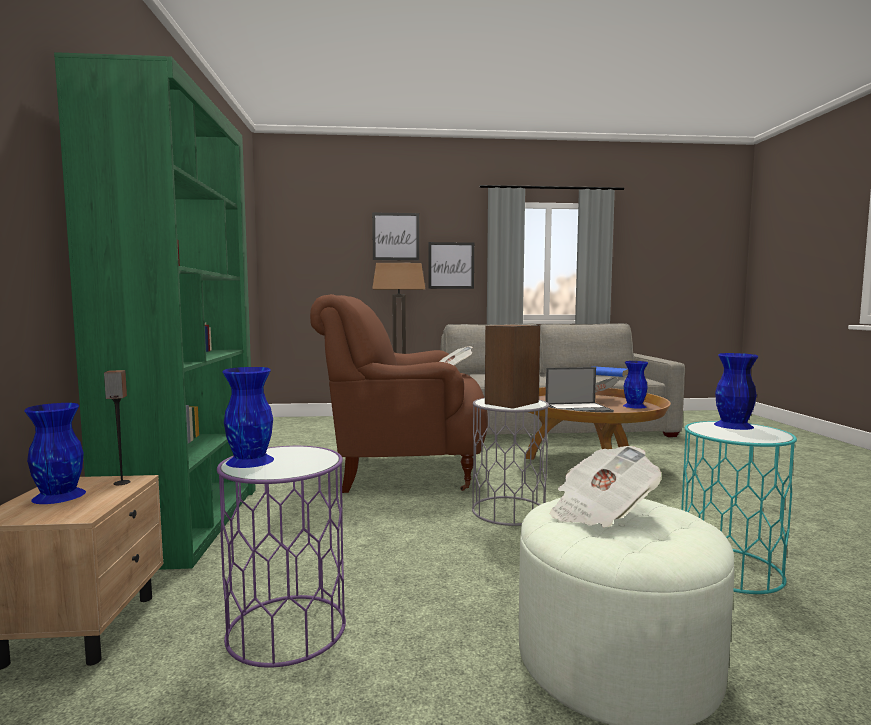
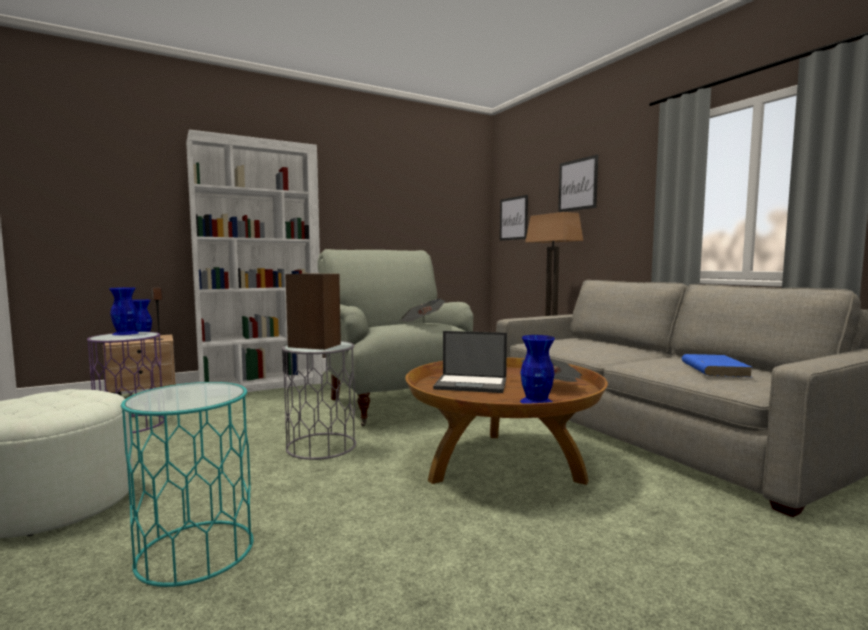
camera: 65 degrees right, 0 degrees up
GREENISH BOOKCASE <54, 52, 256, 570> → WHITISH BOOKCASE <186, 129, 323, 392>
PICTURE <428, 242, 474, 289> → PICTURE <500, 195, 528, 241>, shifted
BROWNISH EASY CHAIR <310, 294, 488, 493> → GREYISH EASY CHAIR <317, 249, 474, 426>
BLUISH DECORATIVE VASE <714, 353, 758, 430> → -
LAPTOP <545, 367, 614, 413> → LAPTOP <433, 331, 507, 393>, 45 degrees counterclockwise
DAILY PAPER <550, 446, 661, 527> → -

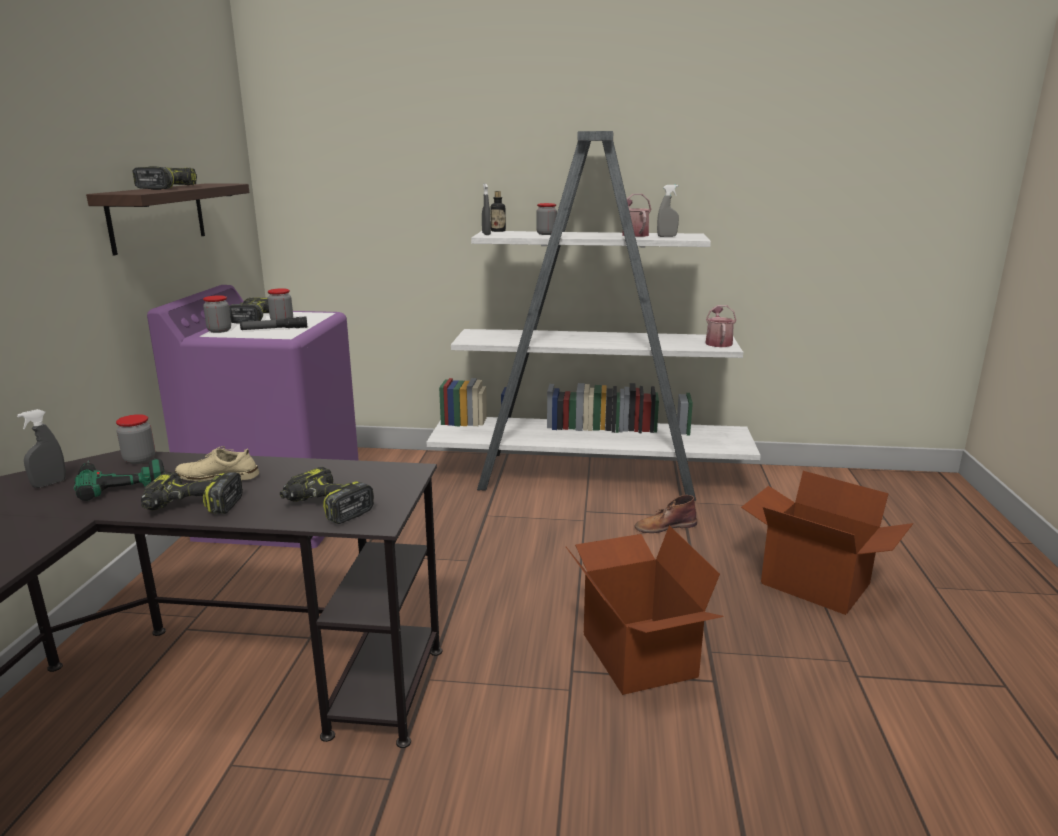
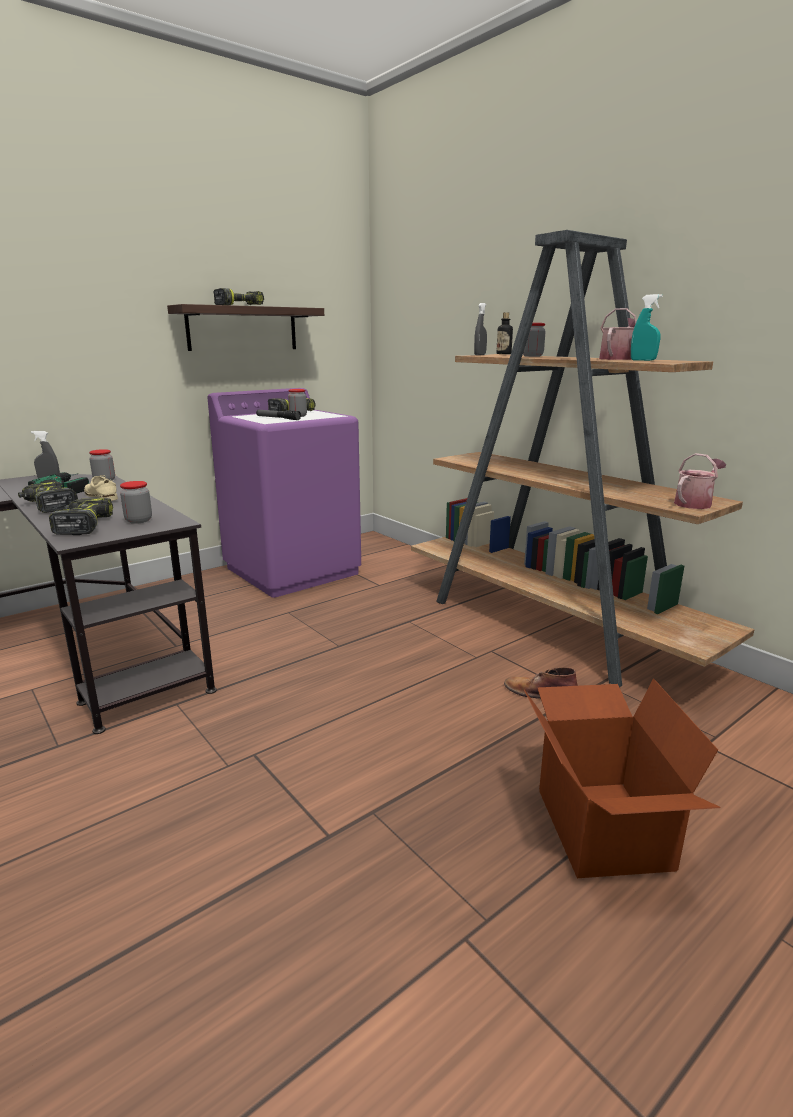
camera: 45 degrees right, 0 degrees up
WHITISH BOOKCASE <427, 131, 761, 501> → BROWNISH BOOKCASE <411, 230, 754, 687>
GREYISH SPRAYER <657, 185, 679, 237> → TURQUOISE-COLOURED SPRAYER <631, 294, 663, 361>
JAR <203, 295, 231, 333> → JAR <120, 481, 152, 524>, shifted
CARDBOARD BOX <566, 525, 724, 695> → -

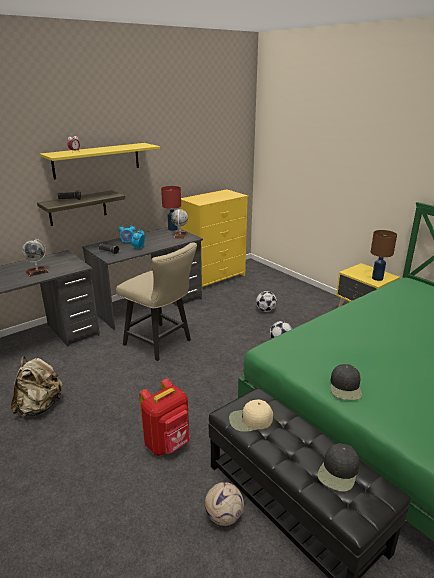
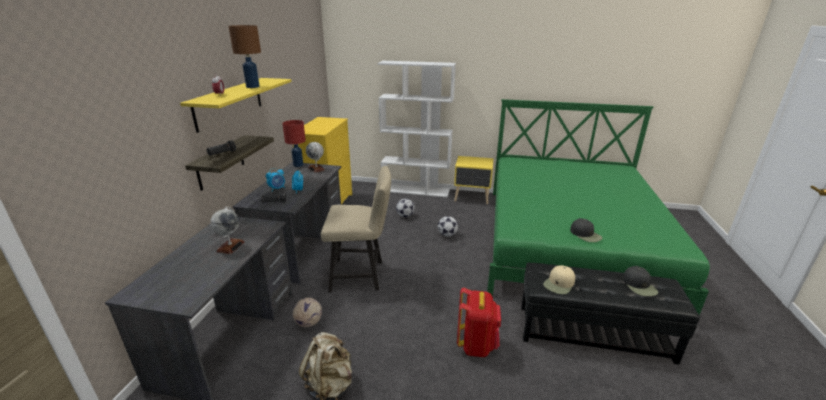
camera: 40 degrees left, 0 degrees up
BROWNISH LAMP FOR A TABLE <371, 230, 397, 281> → BROWNISH LAMP FOR A TABLE <228, 25, 261, 88>, shifted
FOOTBALL <205, 482, 244, 526> → FOOTBALL <293, 298, 322, 327>, shifted
- → WHITISH BOOKCASE <378, 61, 456, 197>

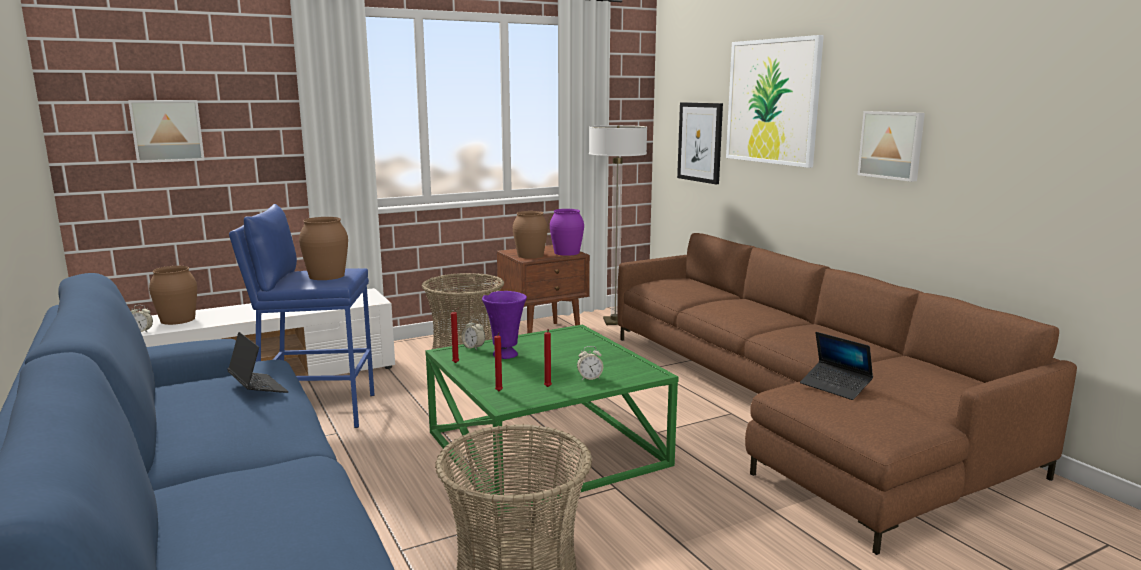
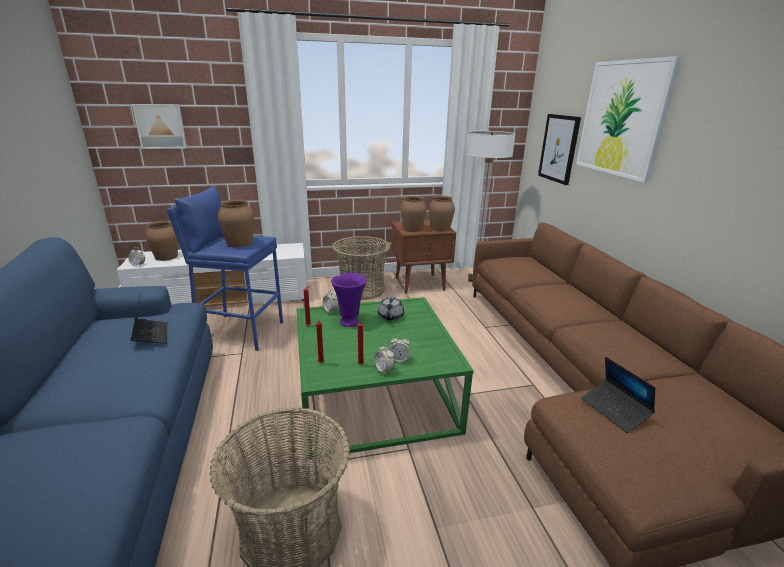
camera: 15 degrees right, 10 degrees up
PICTURE <857, 111, 925, 182> → -
PURPLE DECORATIVE VASE <550, 209, 584, 256> → BROWNISH DECORATIVE VASE <429, 196, 455, 232>
- → GREYISH TEAPOT <378, 296, 404, 321>
- → ALARM CLOCK <374, 344, 395, 374>

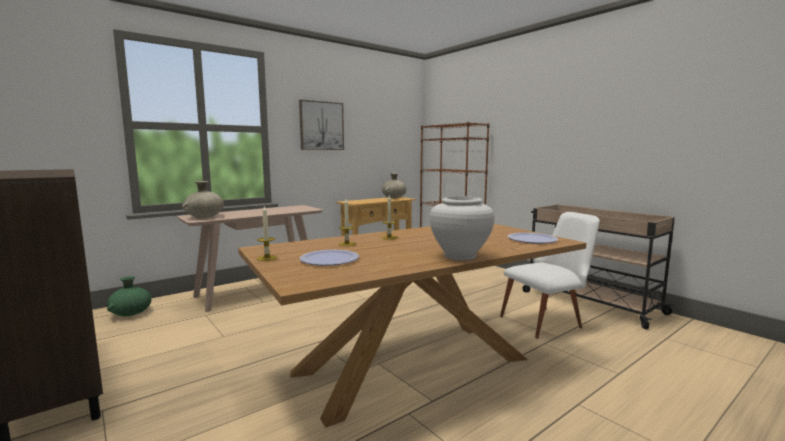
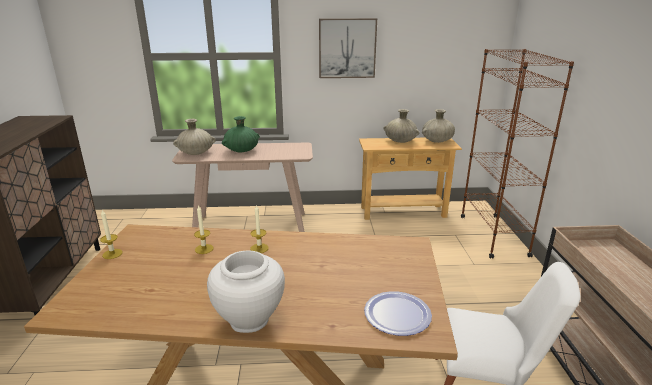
camera: 35 degrees right, 15 degrees up
FLAT DISH <299, 250, 359, 265> → -
GREENISH DECORATIVE VASE <107, 276, 152, 316> → GREENISH DECORATIVE VASE <222, 116, 260, 153>, shifted
- → BEIGE DECORATIVE VASE <383, 109, 420, 143>

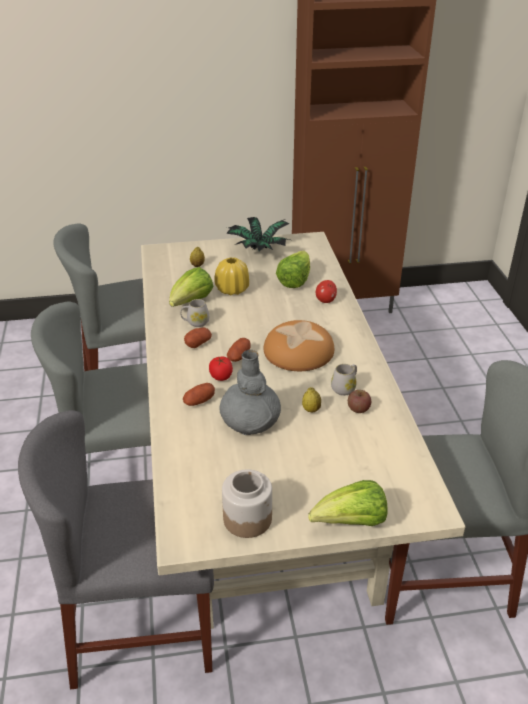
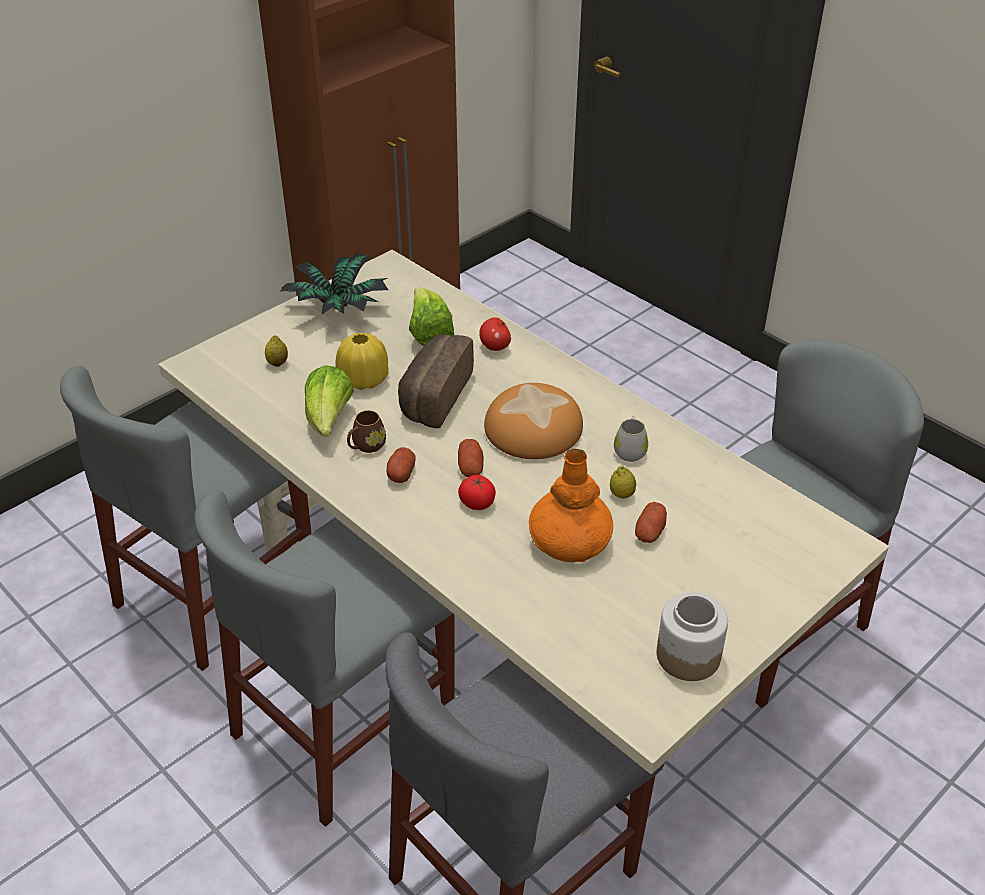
camera: 35 degrees left, 5 degrees up
WHITISH MUG <180, 299, 209, 327> → BROWNISH MUG <347, 410, 386, 453>
GREYISH DECORATIVE VASE <219, 350, 281, 435> → ORANGE-COLOURED DECORATIVE VASE <529, 449, 613, 562>
WHOLE POTATO <183, 383, 215, 406> → WHOLE POTATO <635, 502, 667, 543>, shifted
WHOLE APPLE <348, 390, 371, 413> → -
LETTUCE HEAD <308, 480, 387, 526> → -
- → BREAD <398, 334, 474, 428>

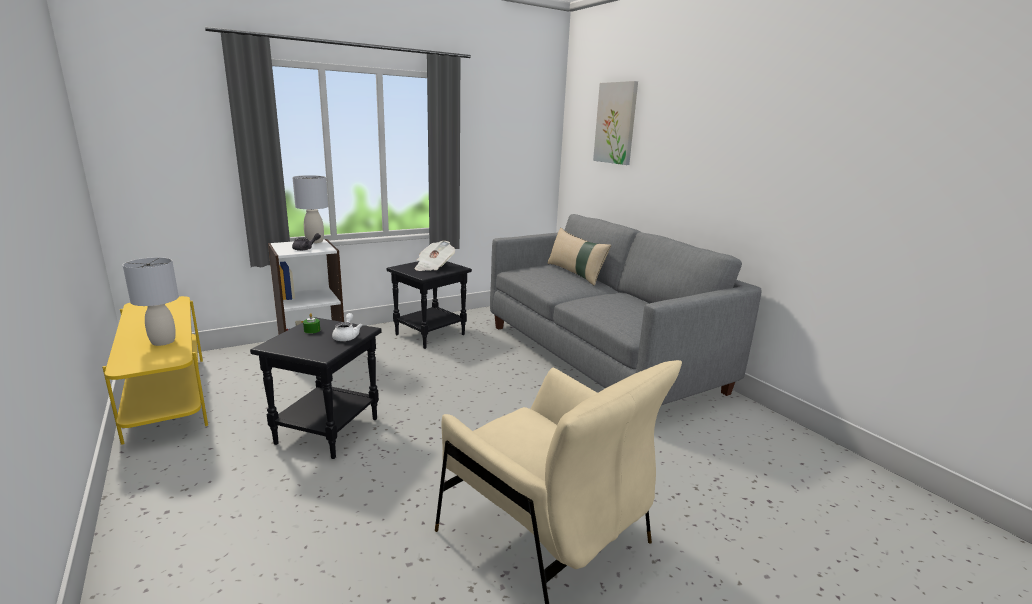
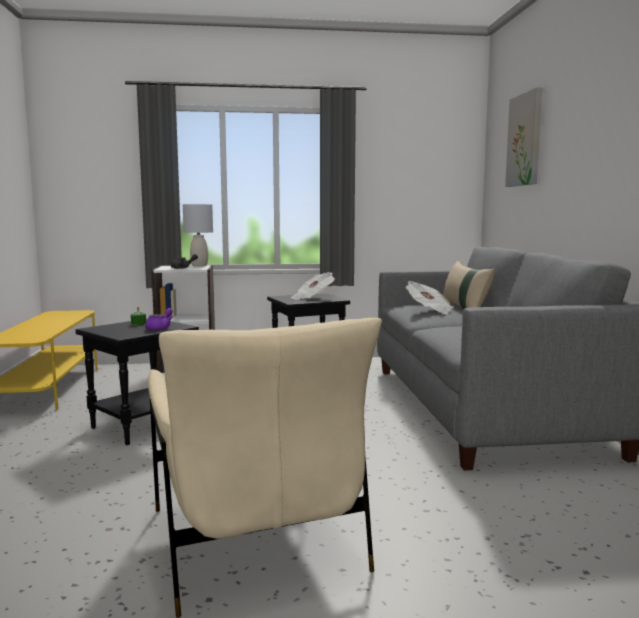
camera: 25 degrees right, 10 degrees down
GREYISH LAMP FOR A TABLE <123, 257, 179, 346> → -
WHITISH TEAPOT <332, 313, 362, 341> → PURPLE TEAPOT <145, 308, 173, 331>
- → DAILY PAPER <406, 281, 454, 314>

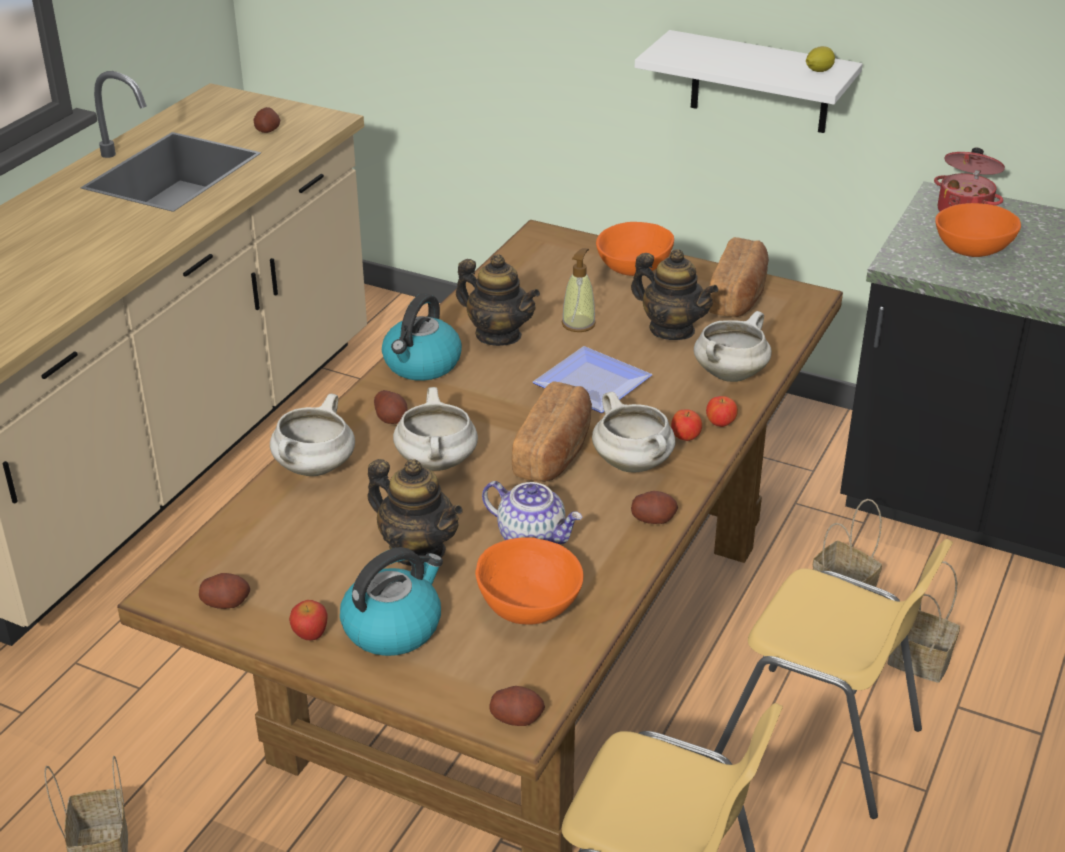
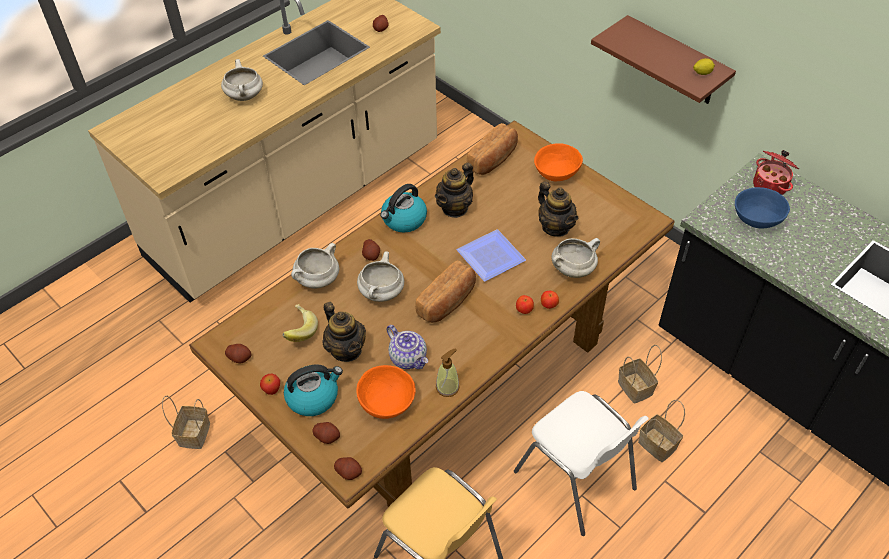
camera: 20 degrees right, 15 degrees up
WHITISH BRACKET SHELF <635, 30, 863, 133> → BROWNISH BRACKET SHELF <591, 15, 736, 104>
ORANGE-COLOURED BOWL <935, 203, 1021, 257> → BLUISH BOWL <735, 187, 790, 229>
BREAD <709, 237, 769, 317> → BREAD <467, 123, 518, 175>, shifted
LIQUID SOAP BOTTLE <562, 248, 596, 332> → LIQUID SOAP BOTTLE <436, 349, 460, 397>, shifted
TEAPOT <456, 254, 540, 346> → TEAPOT <435, 162, 474, 218>, 75 degrees clockwise
WHITISH STOCKPOT <592, 392, 675, 472> → WHITISH STOCKPOT <221, 59, 263, 101>, shifted
WHOLE POTATO <631, 491, 678, 524> → WHOLE POTATO <312, 422, 340, 444>, shifted
YELLOW PLAIN CHAIR <715, 539, 953, 819> → WHITISH PLAIN CHAIR <514, 391, 649, 536>
- → BANANA FRUIT <282, 304, 318, 342>

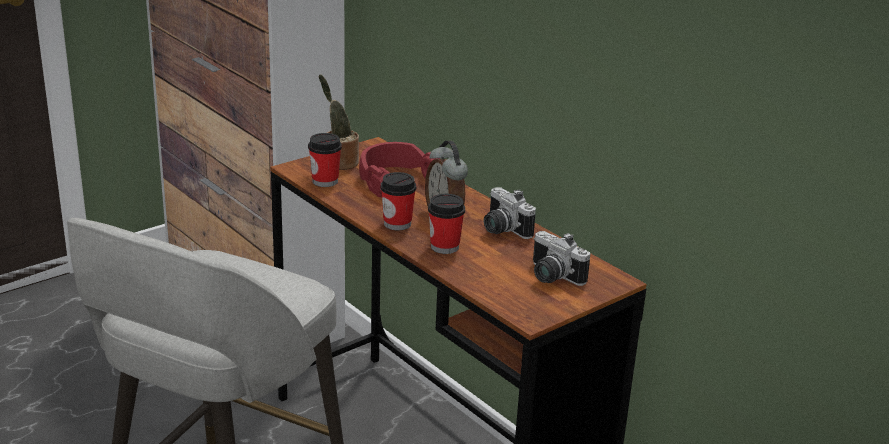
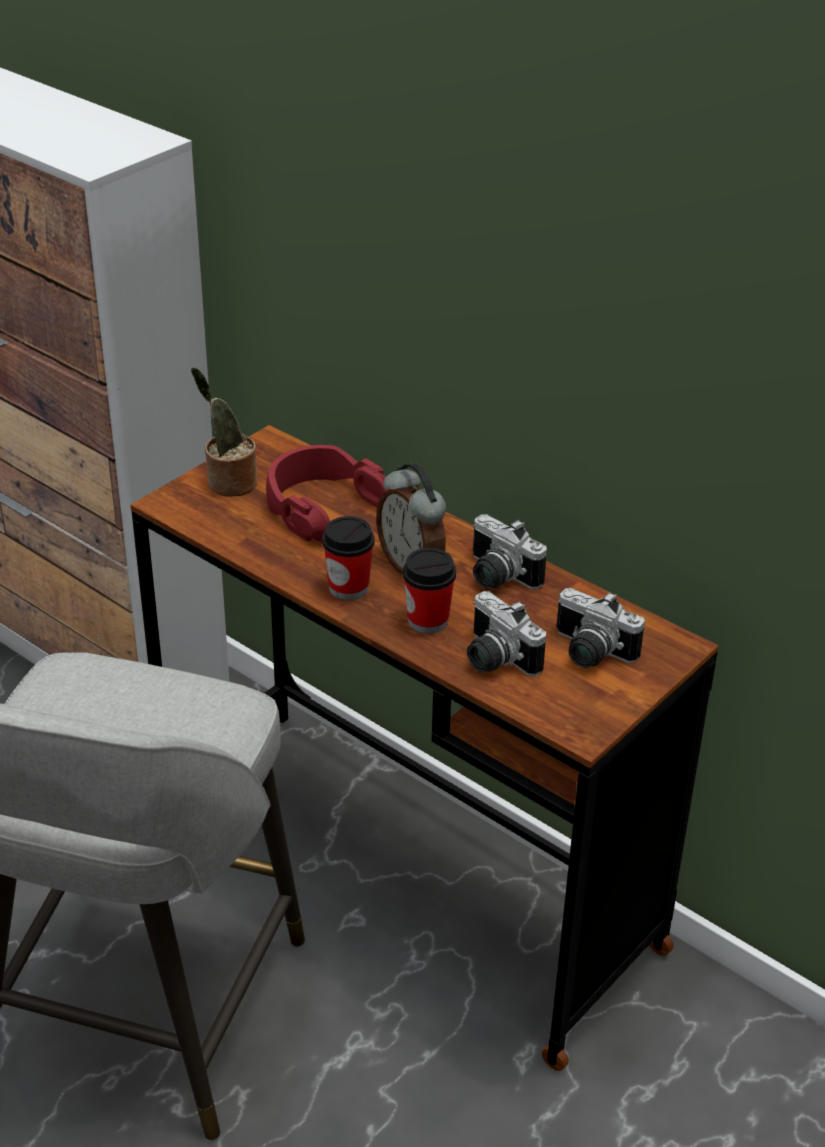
camera: 10 degrees left, 10 degrees up
DRINKING CUP <308, 133, 342, 187> → -
- → STILL CAMERA <467, 591, 546, 676>

